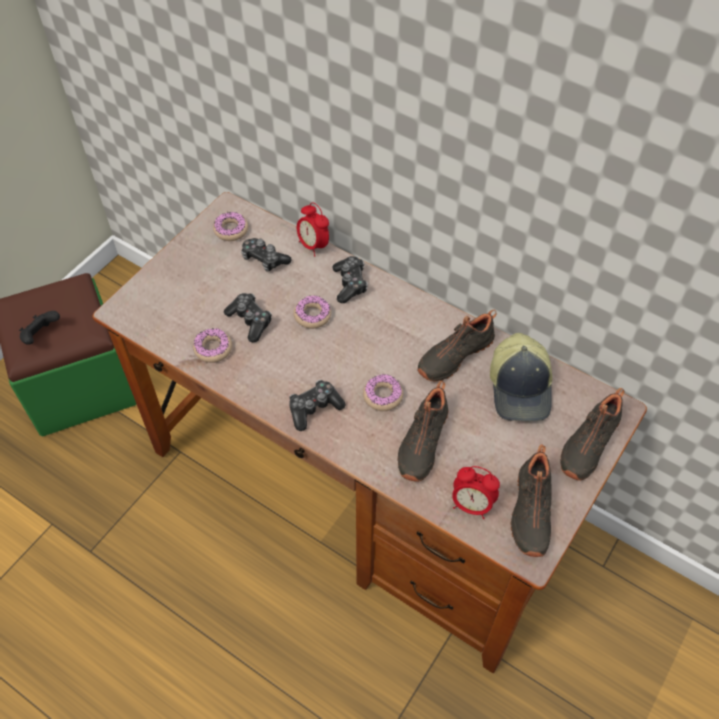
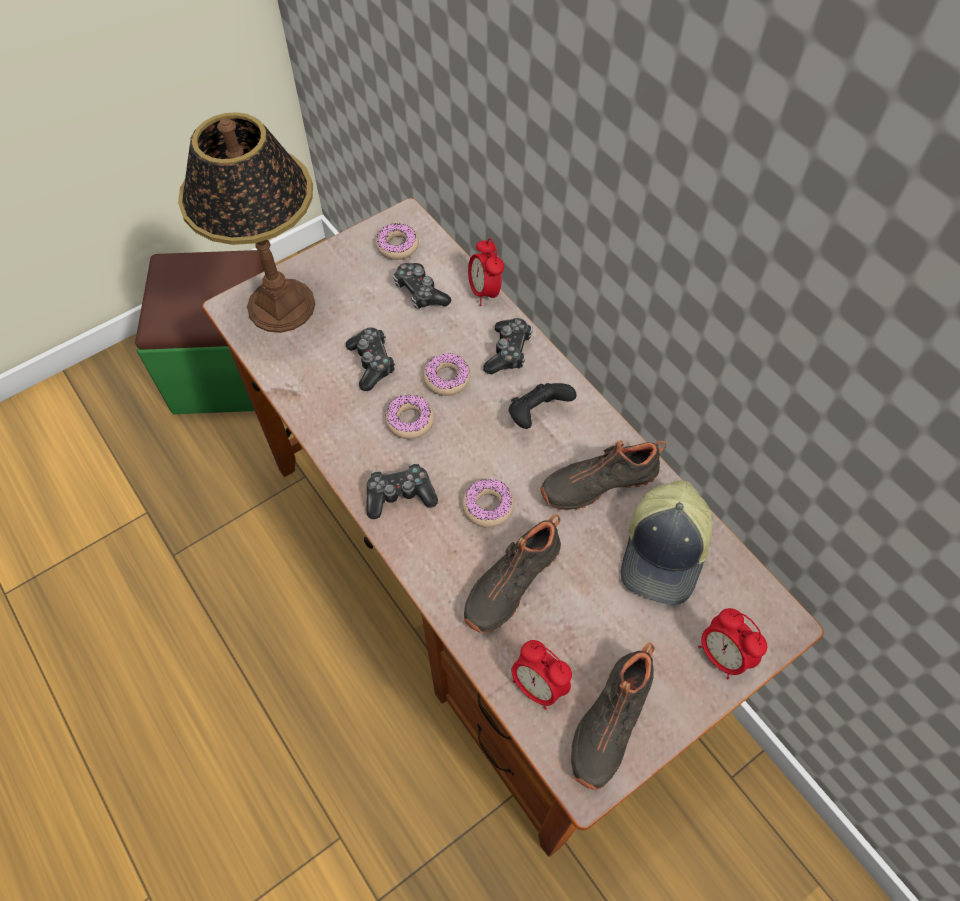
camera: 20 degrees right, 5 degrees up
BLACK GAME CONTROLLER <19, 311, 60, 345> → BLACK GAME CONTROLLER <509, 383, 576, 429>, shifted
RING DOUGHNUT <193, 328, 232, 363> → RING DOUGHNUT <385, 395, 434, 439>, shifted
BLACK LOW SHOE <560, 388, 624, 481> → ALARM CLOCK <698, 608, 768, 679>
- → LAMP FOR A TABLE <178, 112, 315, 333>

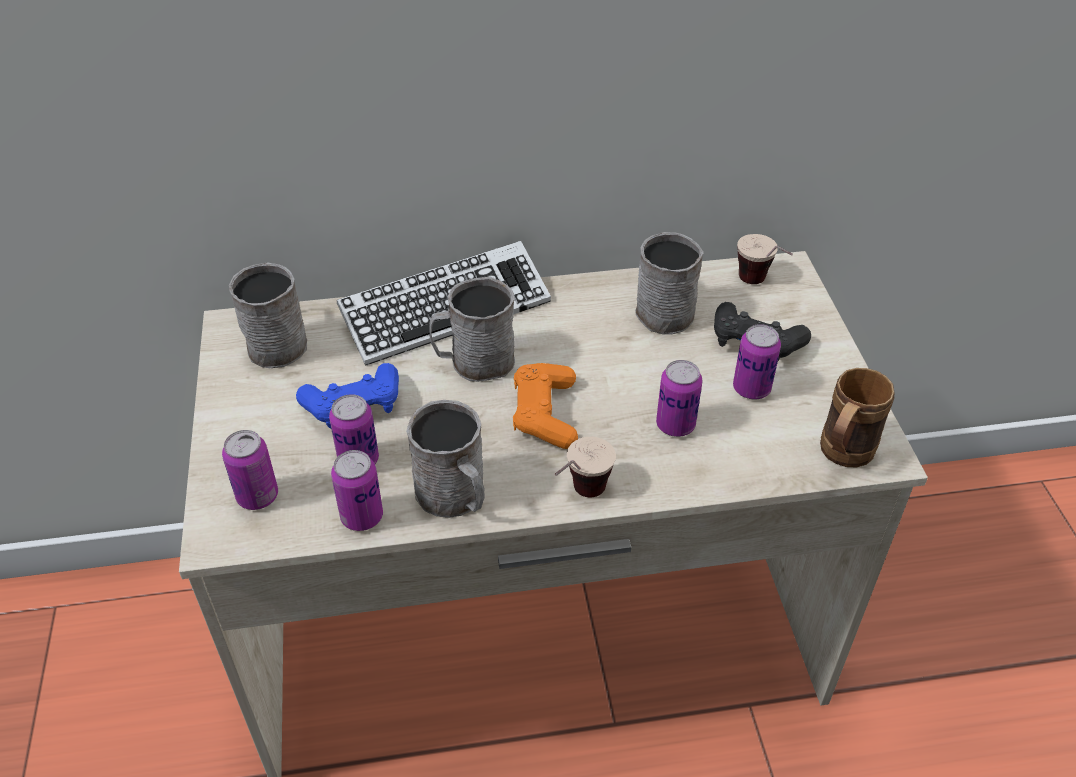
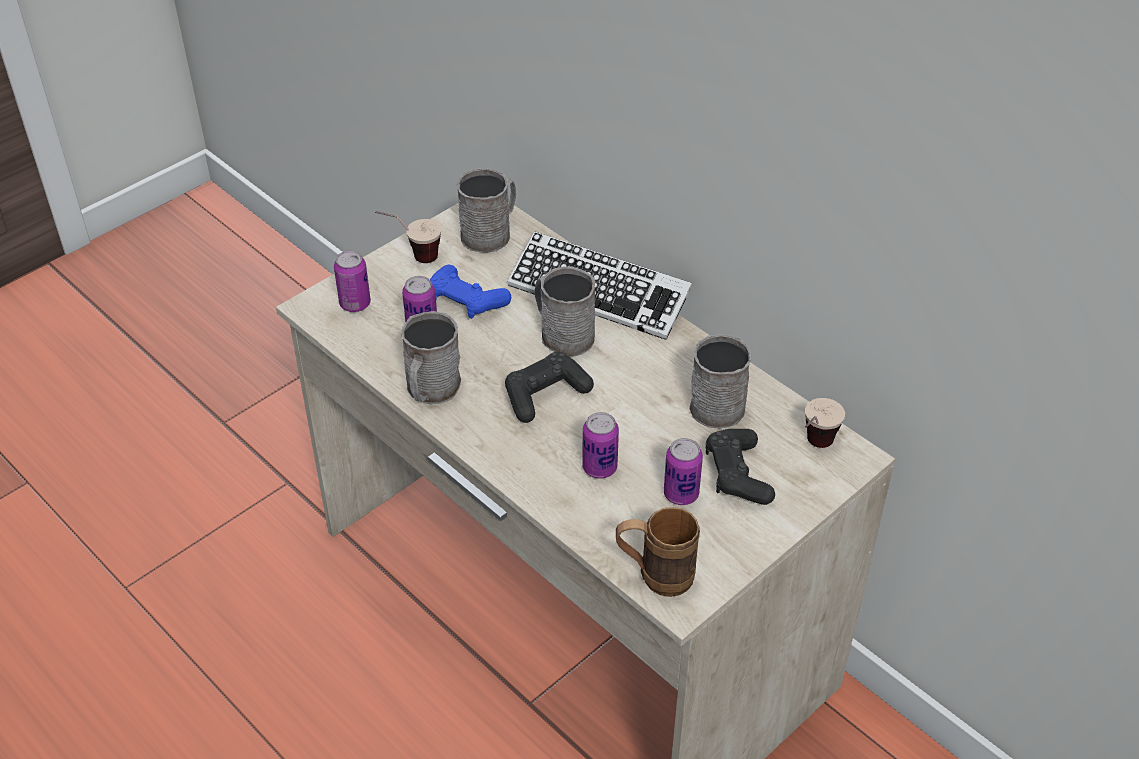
camera: 55 degrees right, 0 degrees up
ORANGE-COLOURED GAME CONTROLLER <513, 363, 578, 449> → BLACK GAME CONTROLLER <505, 351, 594, 423>
DRINKING CUP <555, 437, 616, 498> → DRINKING CUP <375, 211, 441, 263>, shifted
SEALED CAN <331, 450, 383, 531> → -

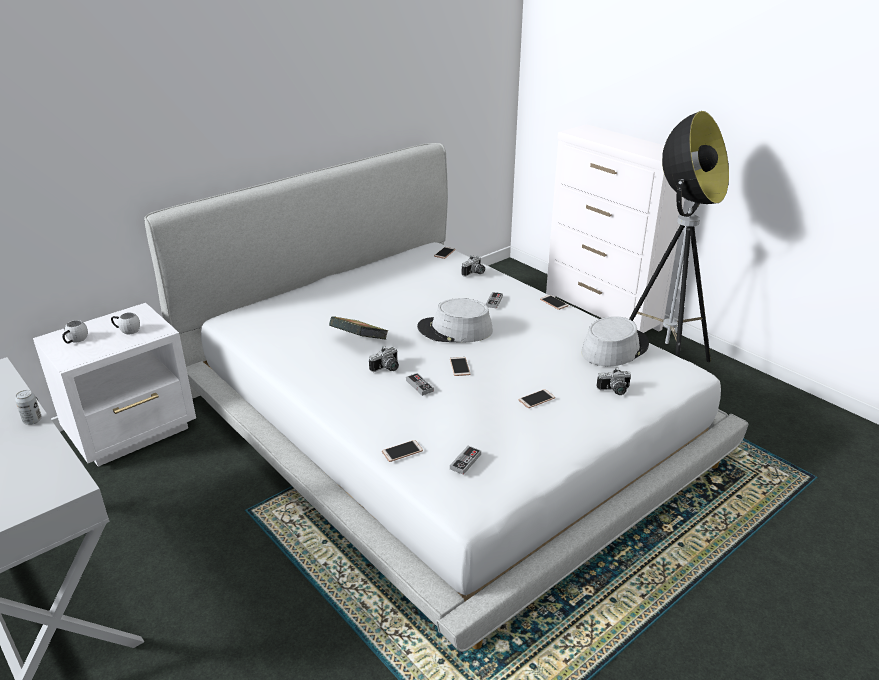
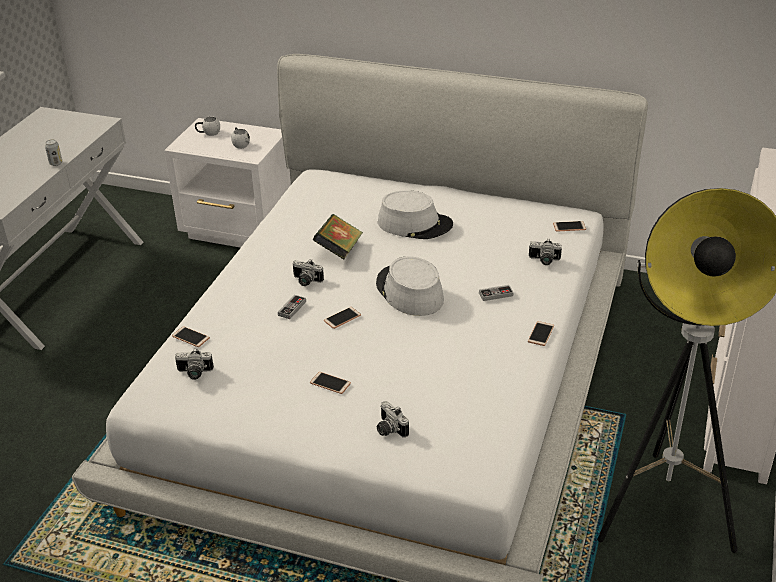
camera: 60 degrees right, 5 degrees up
GREYISH HAT <581, 316, 649, 366> → GREYISH HAT <378, 190, 453, 239>, shifted
GAME CONTROLLER <450, 446, 481, 475> → STILL CAMERA <175, 348, 214, 380>

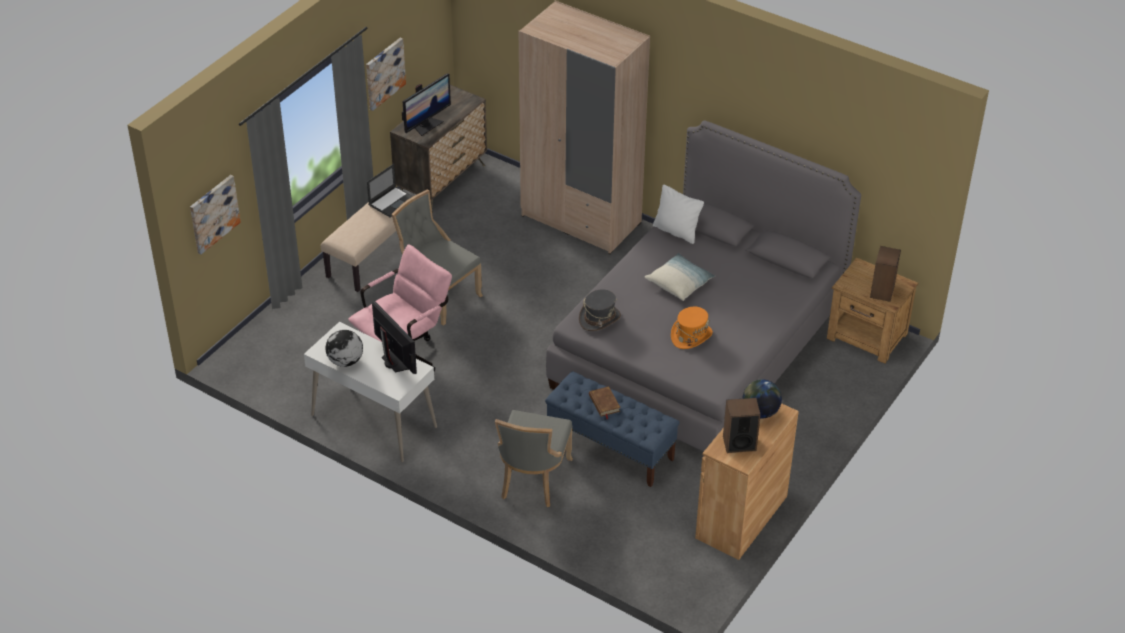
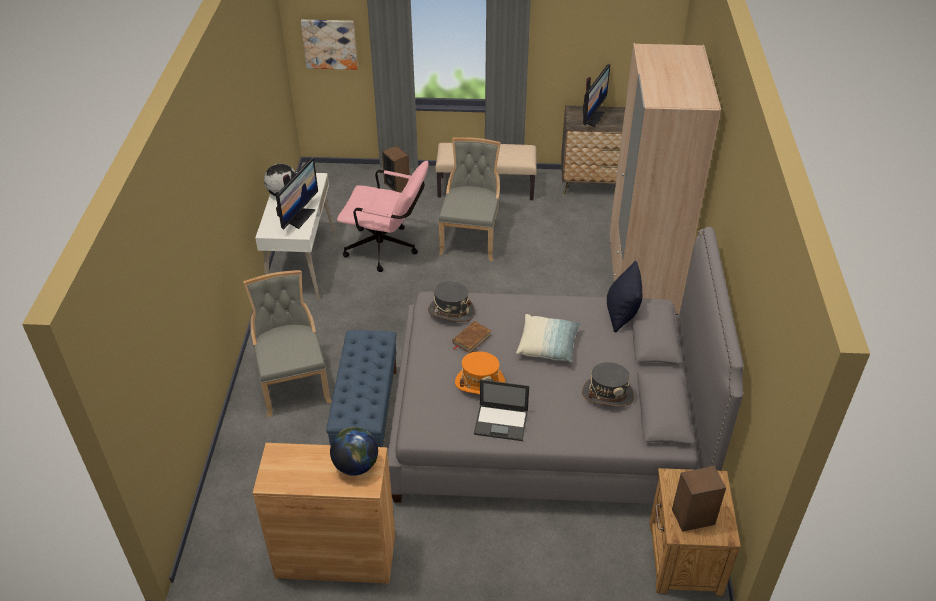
camera: 60 degrees right, 0 degrees up
PICTURE <366, 38, 406, 111> → -
MONITOR <402, 73, 451, 136> → MONITOR <583, 64, 610, 127>, 75 degrees counterclockwise
LAPTOP <367, 164, 413, 217> → LAPTOP <474, 380, 529, 441>, shifted
WHITISH THROW PILLOW <653, 185, 704, 244> → BLACK THROW PILLOW <607, 261, 642, 333>
BROWNISH BOOK <589, 386, 621, 419> → BROWNISH BOOK <453, 321, 491, 353>, shifted
SPEAKER <723, 398, 761, 453> → SPEAKER <382, 145, 410, 192>, shifted
GREYISH PLAIN CHAIR <495, 410, 573, 507> → GREYISH PLAIN CHAIR <243, 270, 332, 417>, 90 degrees clockwise
- → GREYISH HAT <582, 362, 634, 407>

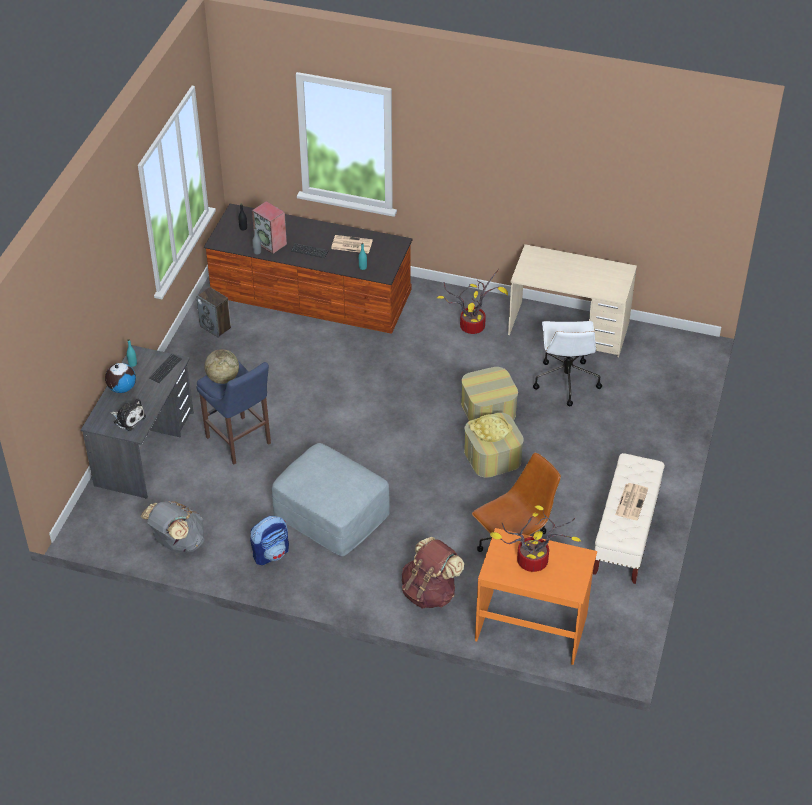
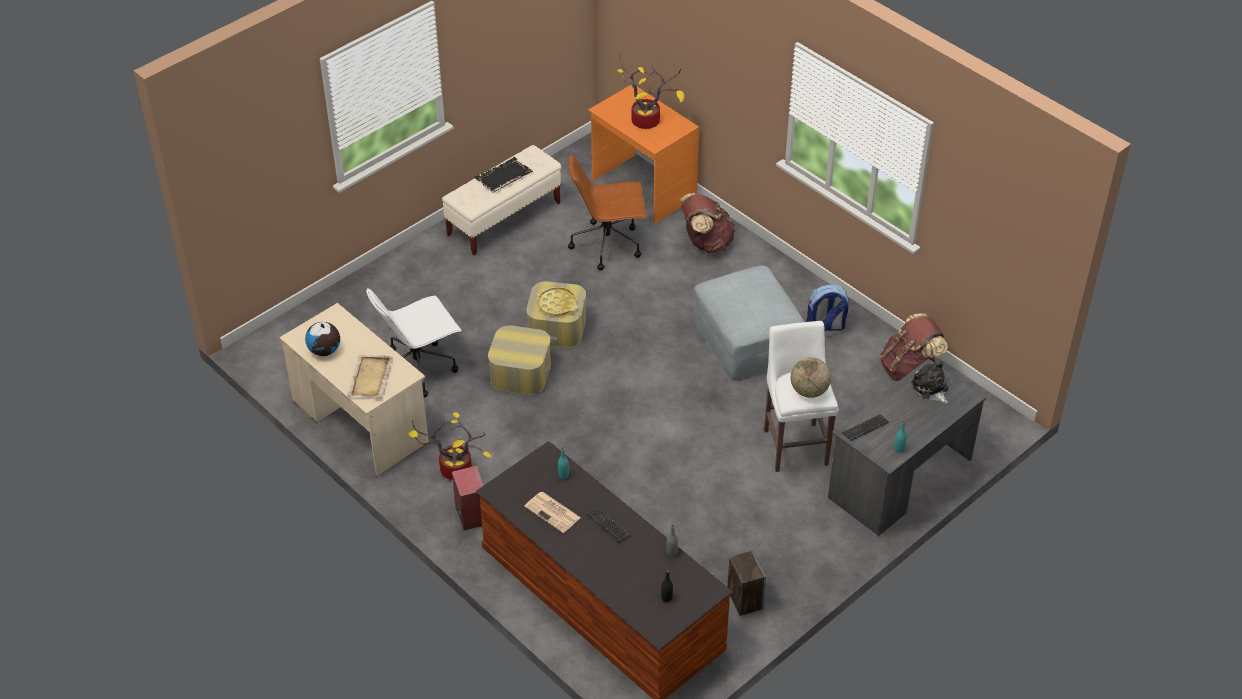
camera: 150 degrees left, 0 degrees up
SPEAKER <252, 201, 287, 254> → SPEAKER <452, 466, 484, 530>, shifted
WHITISH DESK CHAIR <533, 321, 602, 406> → WHITISH DESK CHAIR <366, 288, 461, 398>, 150 degrees counterclockwise
BLUISH SITTING STOOL <197, 361, 271, 464> → WHITISH SITTING STOOL <764, 321, 838, 472>
DESK GLOBE <105, 363, 136, 393> → DESK GLOBE <305, 322, 340, 356>, shifted
DAILY PAPER <615, 483, 648, 520> → BLACK CARRYING TRAY <474, 157, 533, 193>
GREYISH BACKPACK <141, 501, 205, 553> → BROWNISH BACKPACK <880, 313, 948, 381>
- → BEIGE CARRYING TRAY <347, 354, 393, 399>

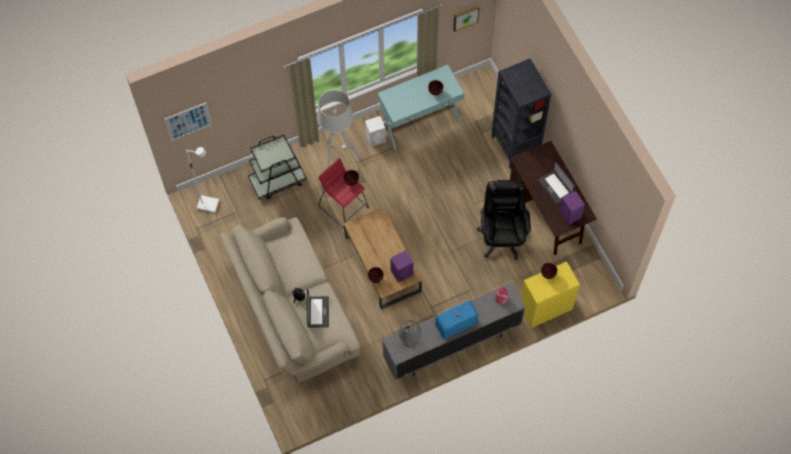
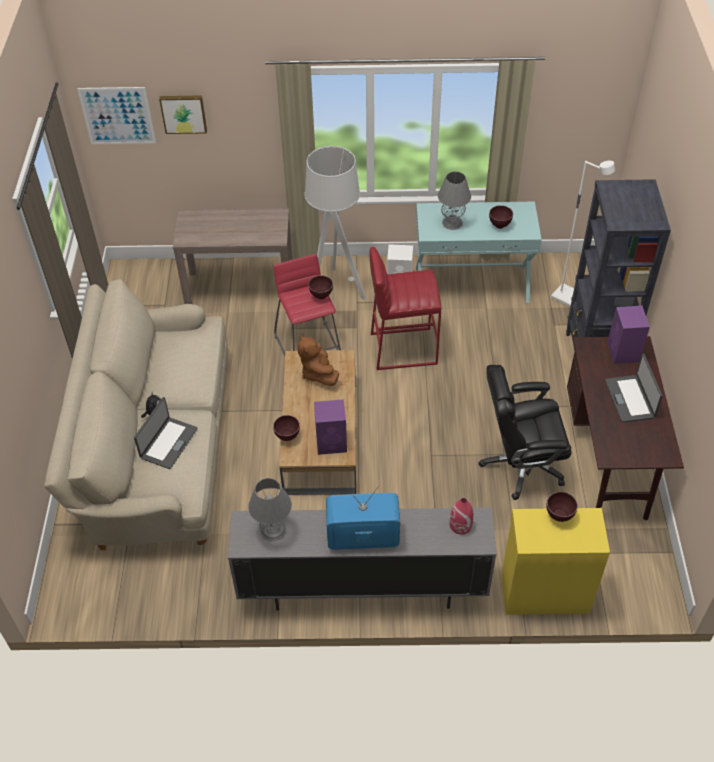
camera: 25 degrees right, 15 degrees down
PICTURE <453, 5, 479, 32> → PICTURE <159, 95, 207, 134>, shifted
BLACK TROLLEY <248, 134, 307, 199> → BROWNISH HALL TABLE <173, 208, 293, 304>
WHITISH STANDING LAMP <186, 147, 219, 213> → WHITISH STANDING LAMP <551, 161, 615, 307>, shifted
BLACK DESK CHAIR <477, 180, 531, 260> → BLACK DESK CHAIR <478, 365, 571, 500>, 120 degrees counterclockwise
PURPLE SPEAKER <559, 191, 585, 225> → PURPLE SPEAKER <607, 305, 650, 364>, shifted
- → GREYISH LAMP FOR A TABLE <438, 172, 471, 230>
- → RED-COLOURED SITTING STOOL <369, 247, 441, 370>
- → BROWNISH CUDDLY TOY <297, 334, 339, 386>

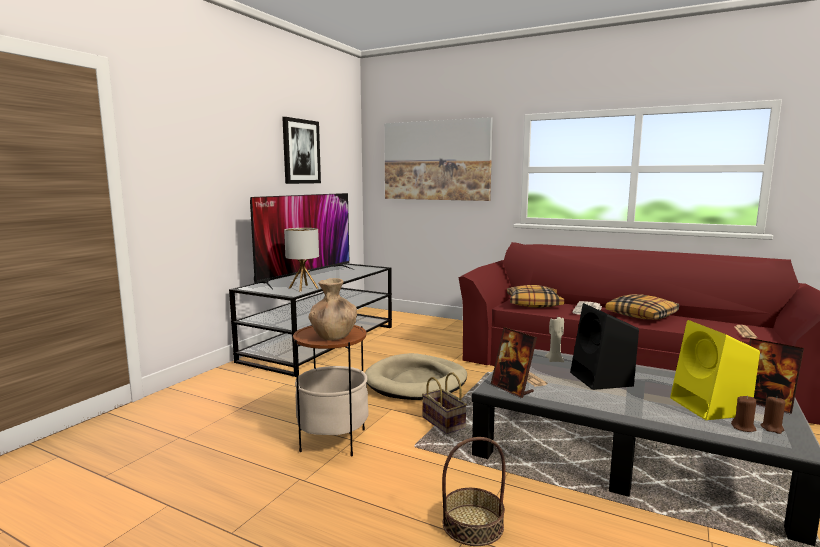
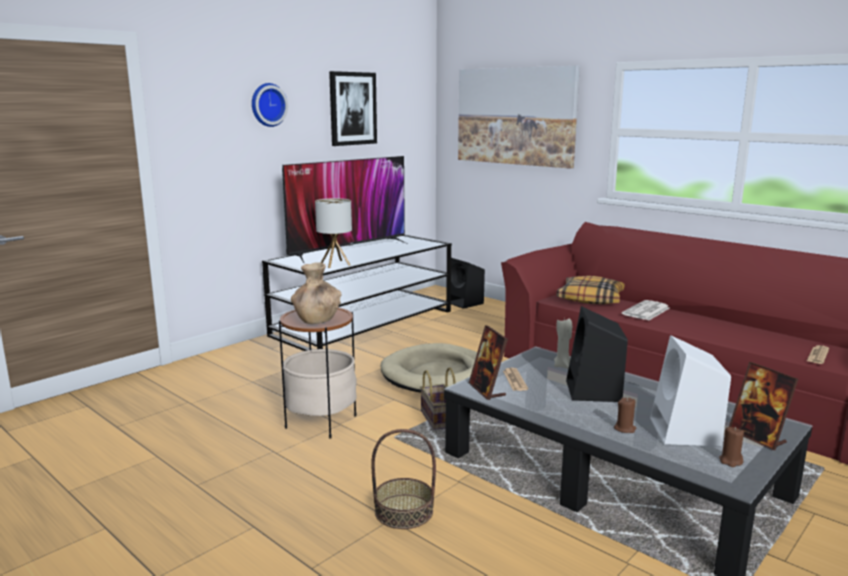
camera: 15 degrees right, 5 degrees up
THROW PILLOW <605, 294, 679, 320> → -
YELLOW SPEAKER <670, 320, 760, 420> → WHITISH SPEAKER <650, 335, 731, 447>
BROWNISH WAX LIGHT <731, 396, 756, 432> → BROWNISH WAX LIGHT <614, 397, 636, 433>, shifted
- → CLOCK ON THE WALL <252, 83, 288, 127>
- → BLACK SPEAKER <451, 258, 485, 309>

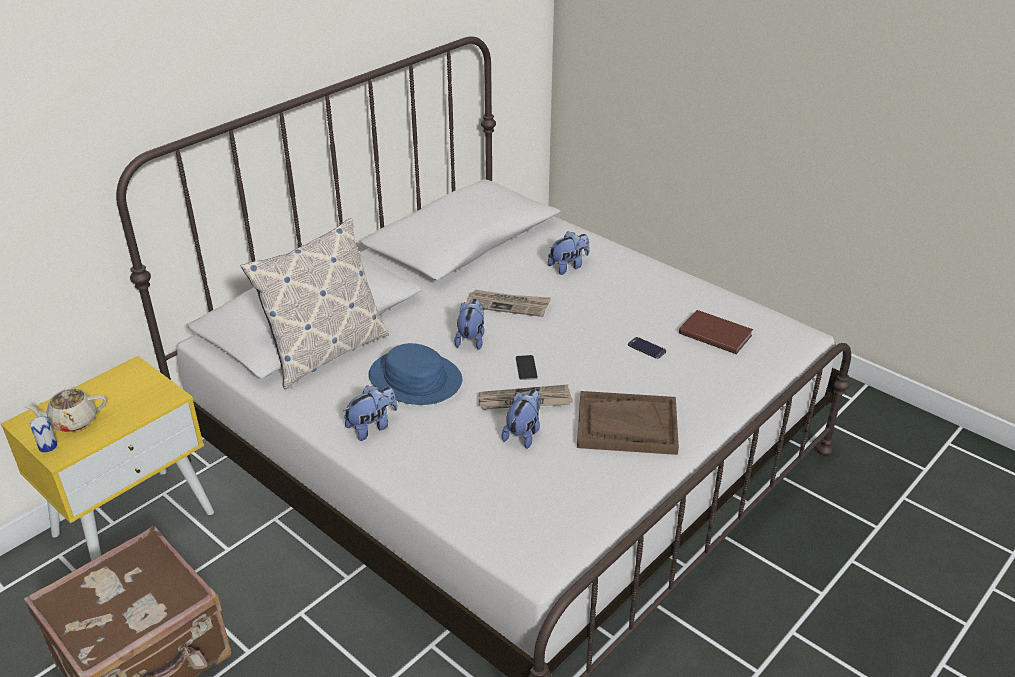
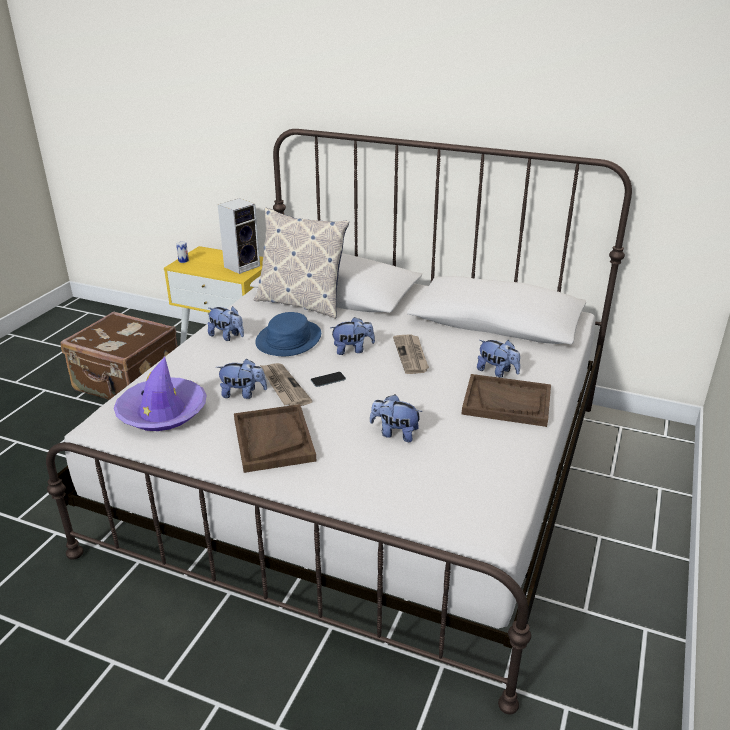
camera: 70 degrees right, 5 degrees down
BROWNISH BOOK <679, 310, 753, 354> → -
TELEPHONE <628, 337, 666, 359> → CUDDLY TOY <370, 394, 423, 442>
BEIGE TEAPOT <24, 388, 107, 432> → -
- → SPEAKER <218, 198, 260, 274>
- → PURPLE HAT <114, 357, 207, 431>
- → BROWNISH CARRYING TRAY <462, 374, 551, 427>

